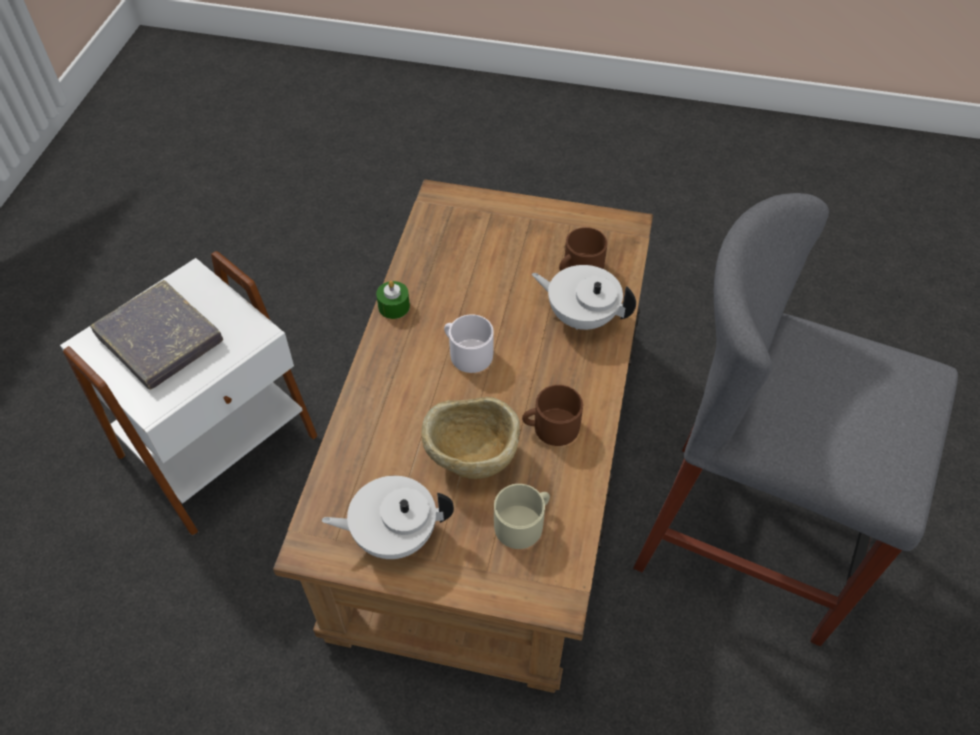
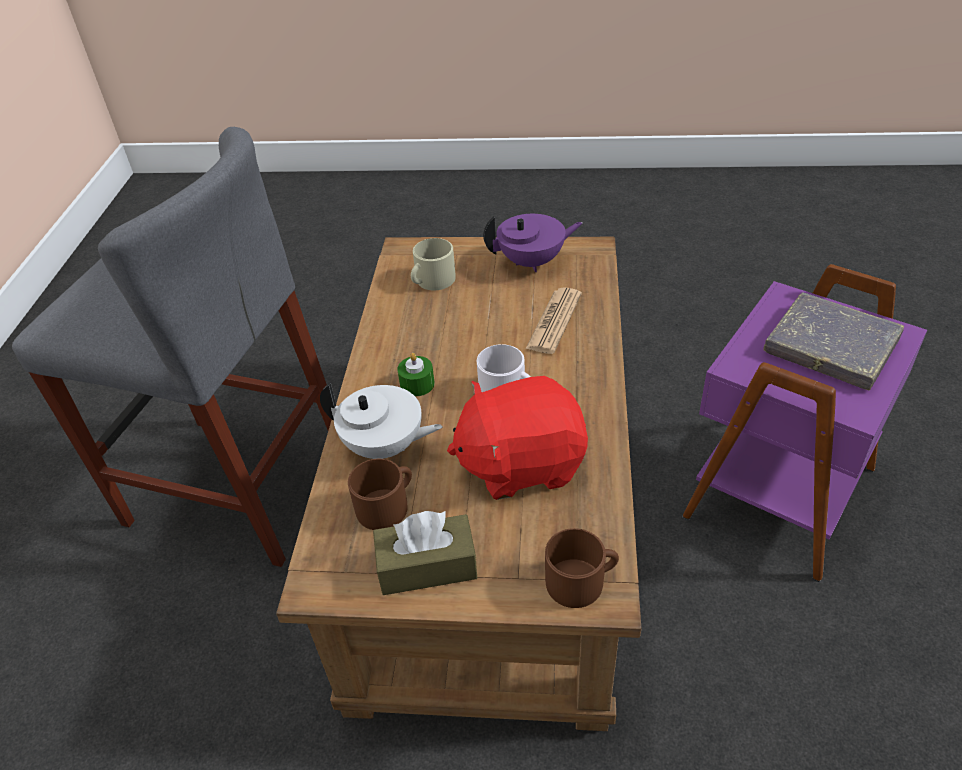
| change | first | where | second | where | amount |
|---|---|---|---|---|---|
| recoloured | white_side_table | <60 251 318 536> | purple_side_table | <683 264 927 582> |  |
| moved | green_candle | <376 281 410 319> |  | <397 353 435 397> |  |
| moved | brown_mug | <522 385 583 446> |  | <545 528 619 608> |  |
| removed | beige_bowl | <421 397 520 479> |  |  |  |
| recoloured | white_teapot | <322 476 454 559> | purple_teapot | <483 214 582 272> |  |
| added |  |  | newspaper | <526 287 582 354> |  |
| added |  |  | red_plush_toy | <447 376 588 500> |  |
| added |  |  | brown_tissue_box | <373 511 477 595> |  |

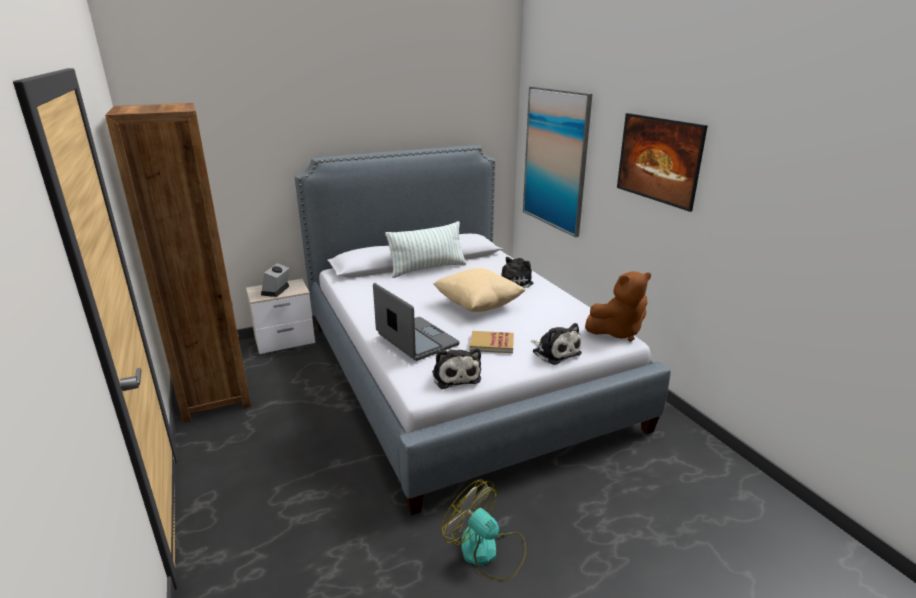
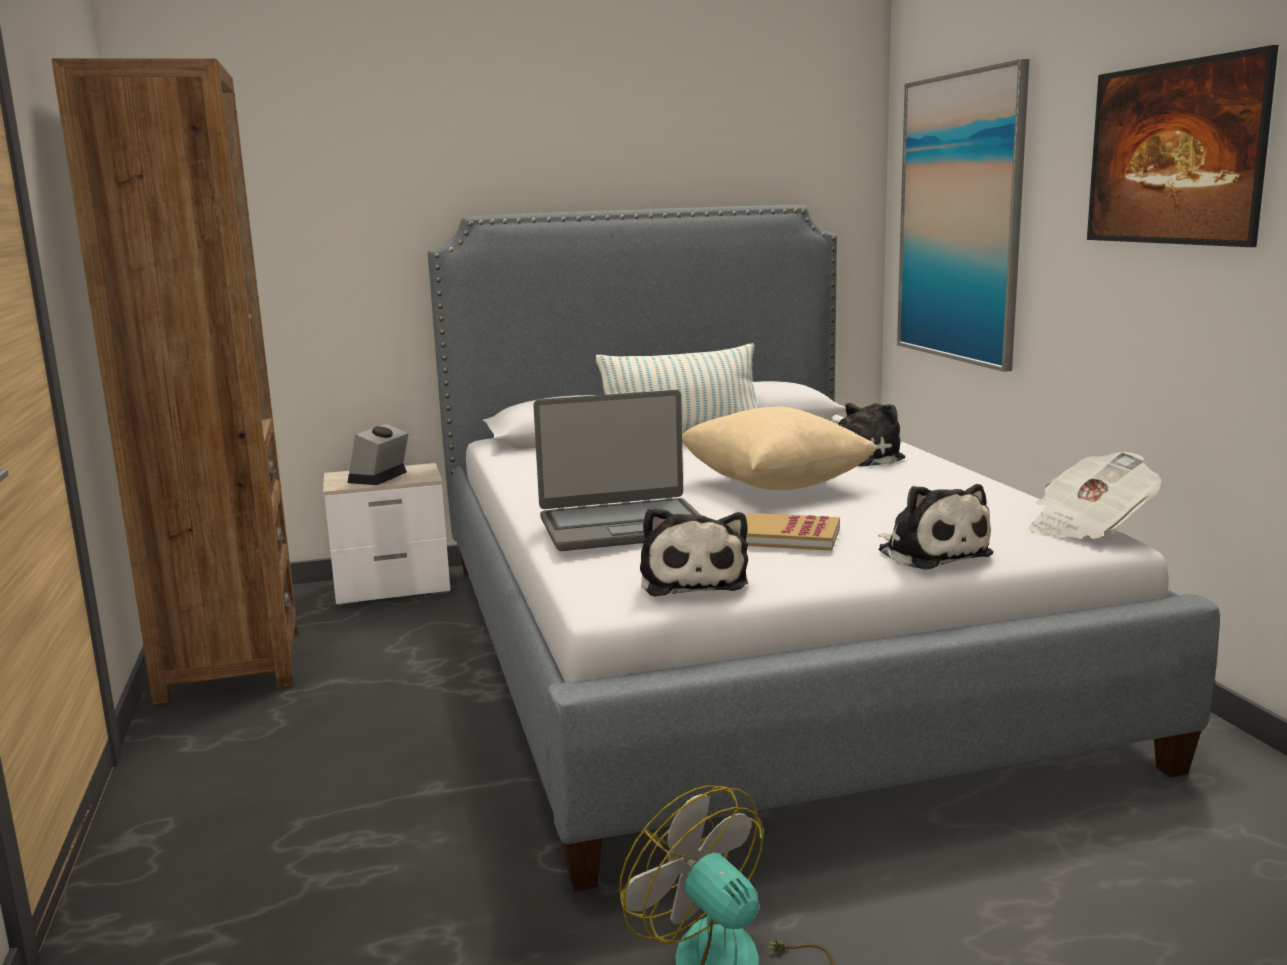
| change | first | where | second | where | amount |
|---|---|---|---|---|---|
| replaced | brown_plush_toy | <585 271 651 342> | newspaper | <1029 452 1161 539> |  |
| turned | laptop | <373 283 459 361> |  | <533 390 700 551> | 105 degrees clockwise |

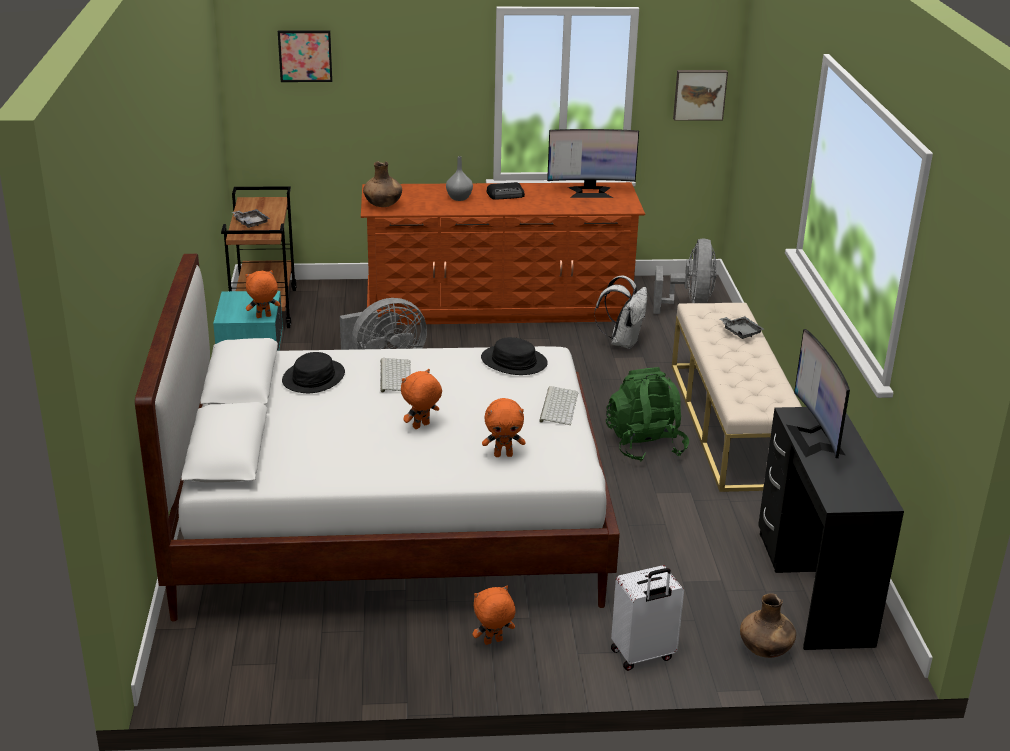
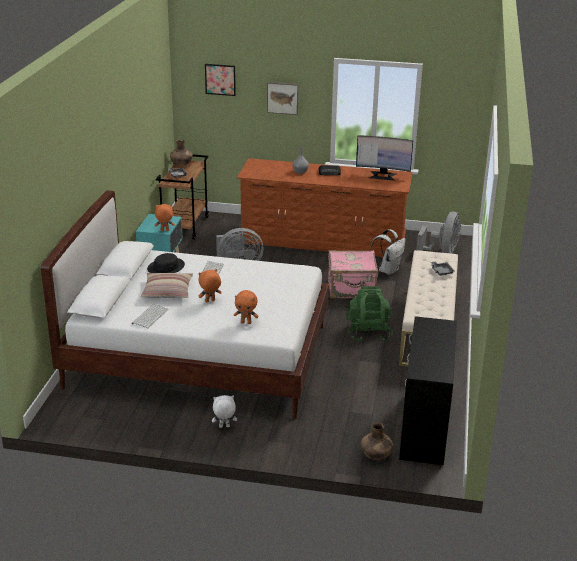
| change | first | where | second | where | amount |
|---|---|---|---|---|---|
| moved | picture | <673 70 728 121> |  | <267 82 299 115> |  |
| moved | brown_vase | <363 161 402 207> |  | <170 139 193 166> |  |
| removed | monitor | <786 329 850 458> |  |  |  |
| removed | black_hat | <481 337 548 375> |  |  |  |
| moved | keyboard | <539 386 578 425> |  | <132 304 169 328> |  |
| removed | white_suitcase | <611 565 684 671> |  |  |  |
| recoloured | orange_plush_toy | <473 585 516 645> | white_plush_toy | <212 395 237 428> |  |
| added |  |  | pink_suitcase | <328 250 378 298> |  |
| added |  |  | pillow | <141 273 193 298> |  |

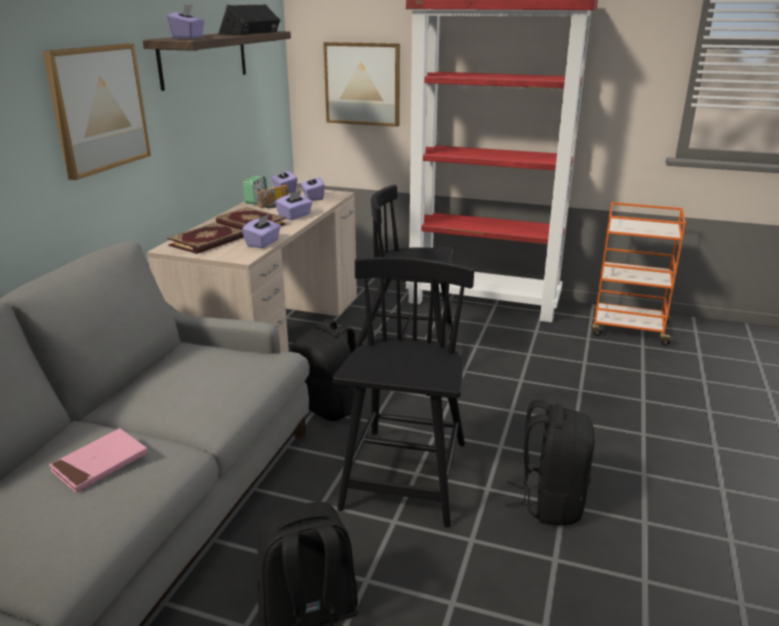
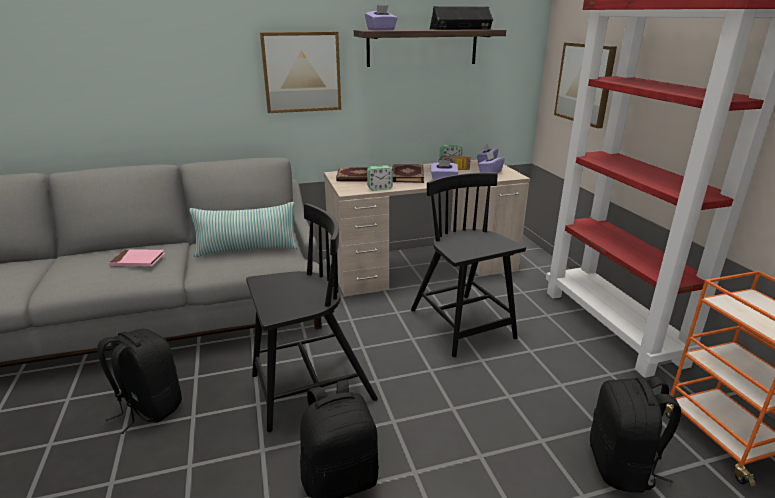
| change | first | where | second | where | amount |
|---|---|---|---|---|---|
| replaced | purple_tissue_box | <242 214 281 248> | alarm_clock | <367 165 393 190> |  |
| moved | black_backpack | <291 319 356 421> |  | <590 377 681 493> |  |
| added |  |  | pillow | <189 202 298 257> |  |

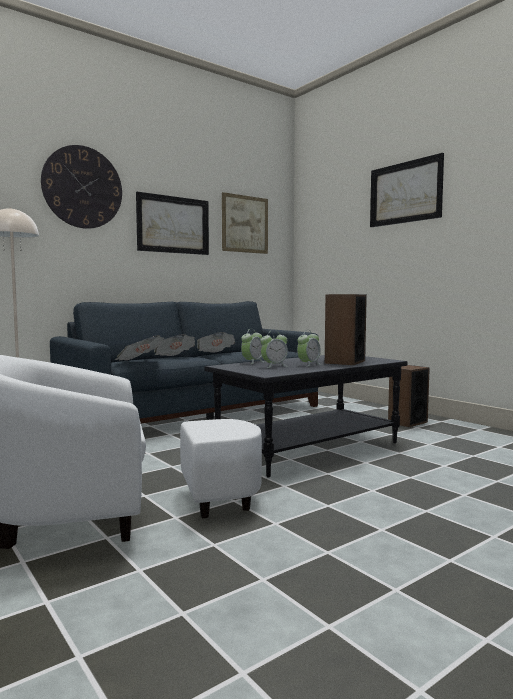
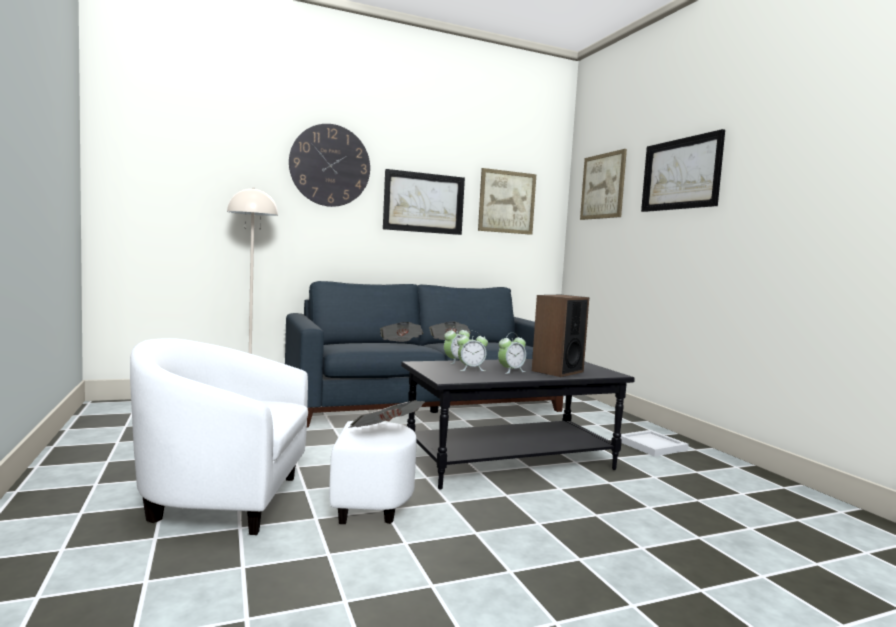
| change | first | where | second | where | amount |
|---|---|---|---|---|---|
| moved | newspaper | <115 335 164 360> |  | <349 400 425 428> |  |
| replaced | speaker | <388 365 430 427> | white_tray | <620 430 689 457> |  |
| added |  |  | picture | <580 149 627 220> |  |

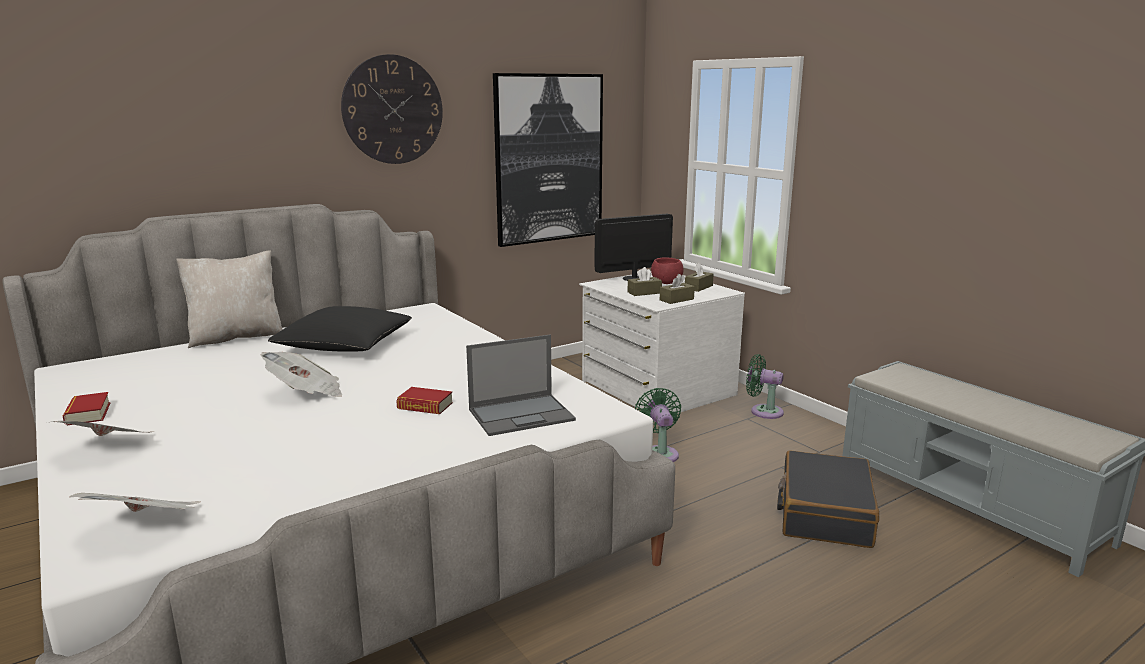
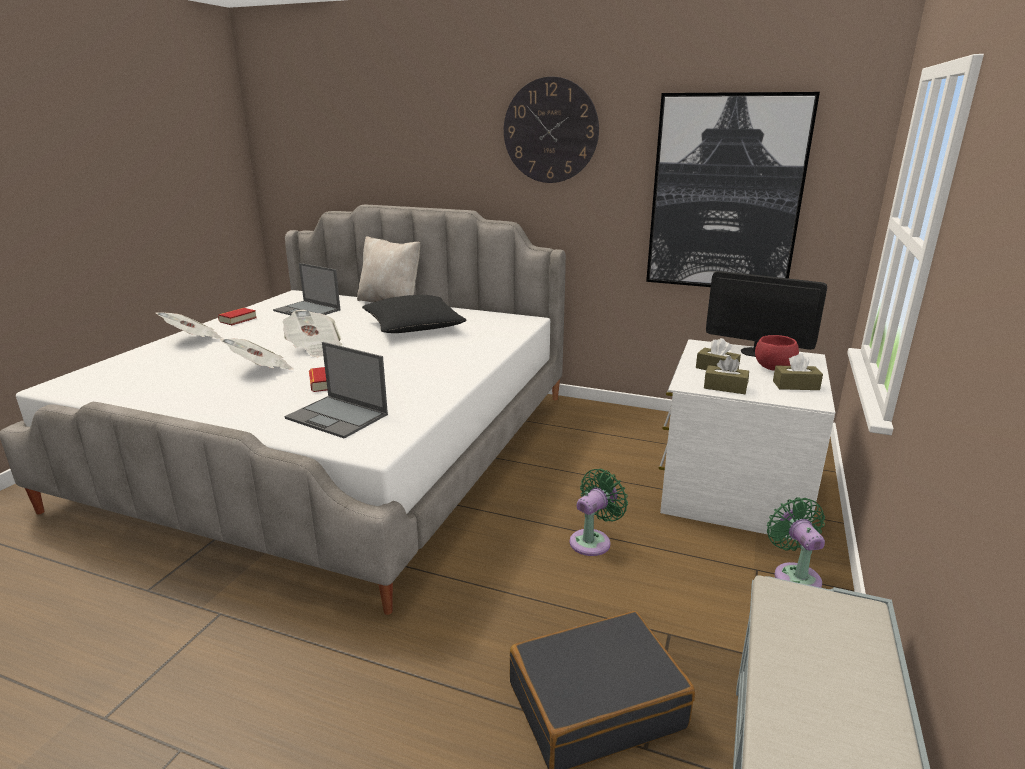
| change | first | where | second | where | amount |
|---|---|---|---|---|---|
| moved | newspaper | <70 493 201 512> |  | <220 338 293 369> |  |
| added |  |  | laptop | <273 263 341 315> |  |

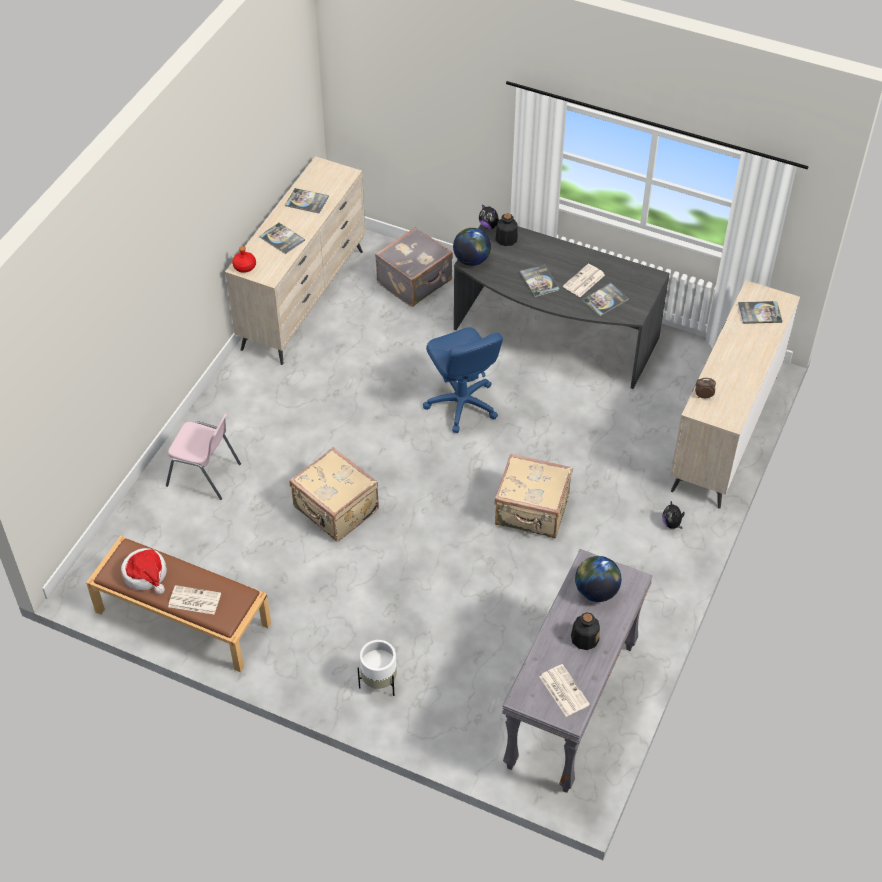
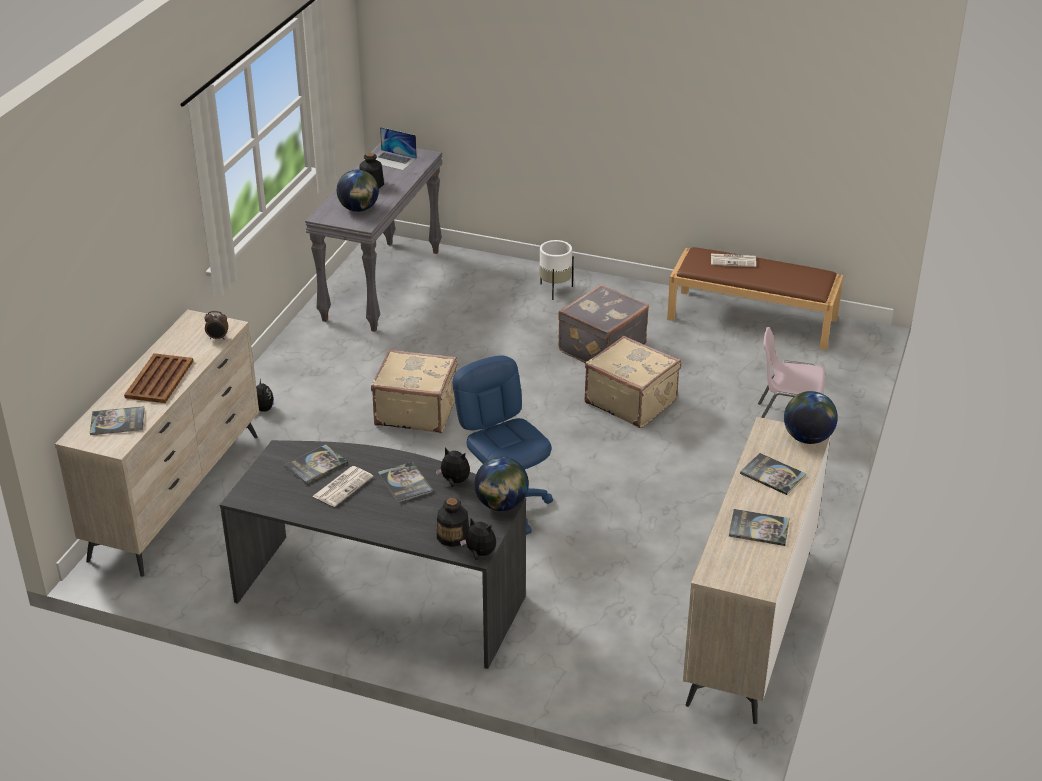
| change | first | where | second | where | amount |
|---|---|---|---|---|---|
| moved | grey_suitcase | <375 226 453 307> |  | <558 284 649 363> |  |
| replaced | red_bottle | <232 246 256 273> | globe | <784 391 838 444> |  |
| removed | hat | <121 548 167 594> |  |  |  |
| replaced | newspaper | <539 664 590 717> | laptop | <376 127 417 170> |  |
| added |  |  | brown_tray | <124 353 193 403> |  |
| added |  |  | plush_toy | <436 448 470 487> |  |

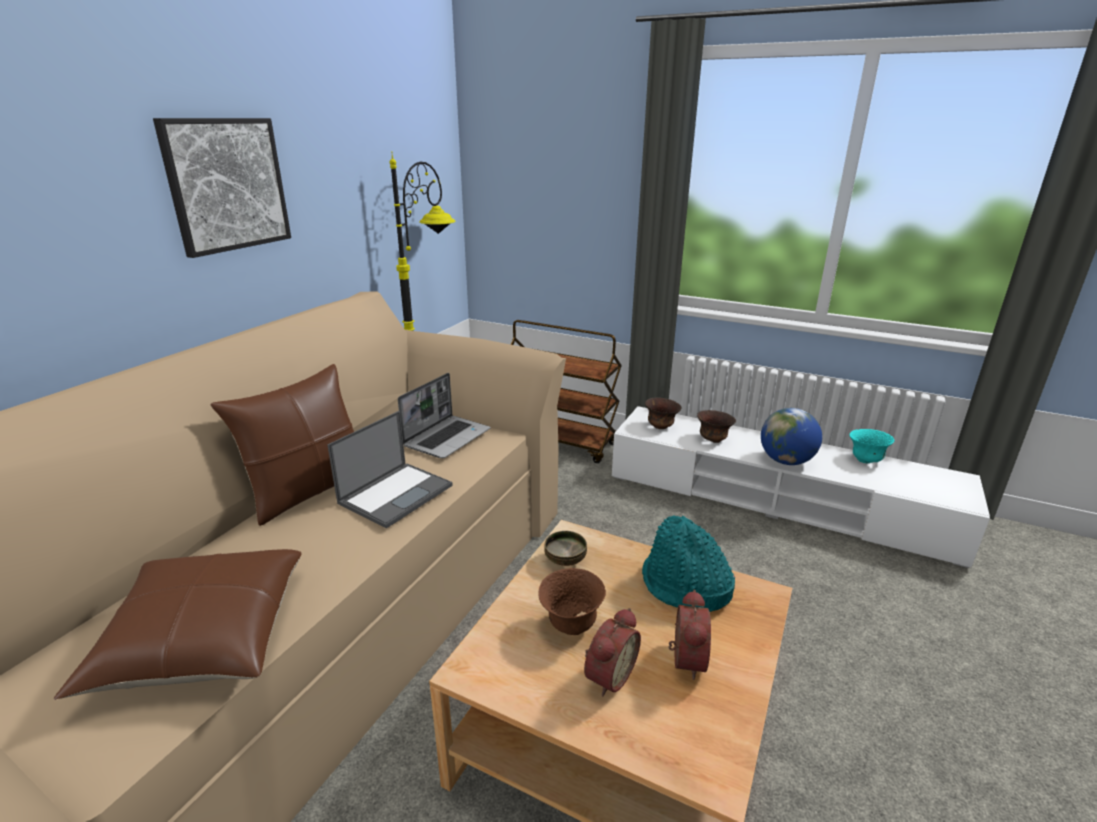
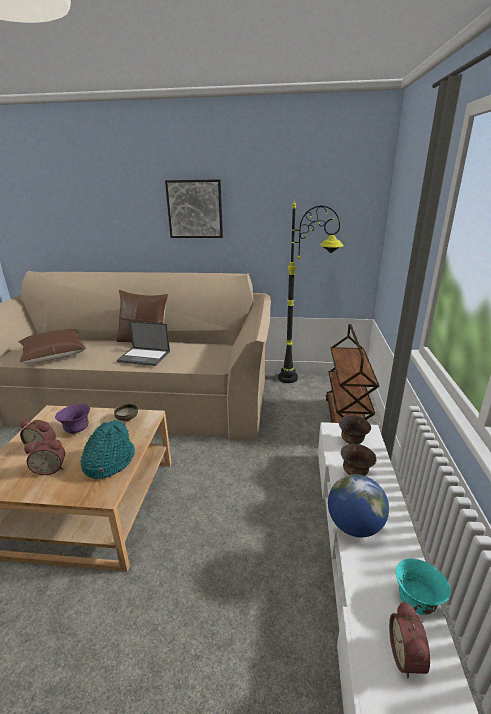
| change | first | where | second | where | amount |
|---|---|---|---|---|---|
| removed | laptop | <398 373 490 458> |  |  |  |
| recoloured | brown_bowl | <538 568 606 635> | purple_bowl | <55 404 90 434> |  |
| added |  |  | alarm_clock | <389 601 430 678> |  |

